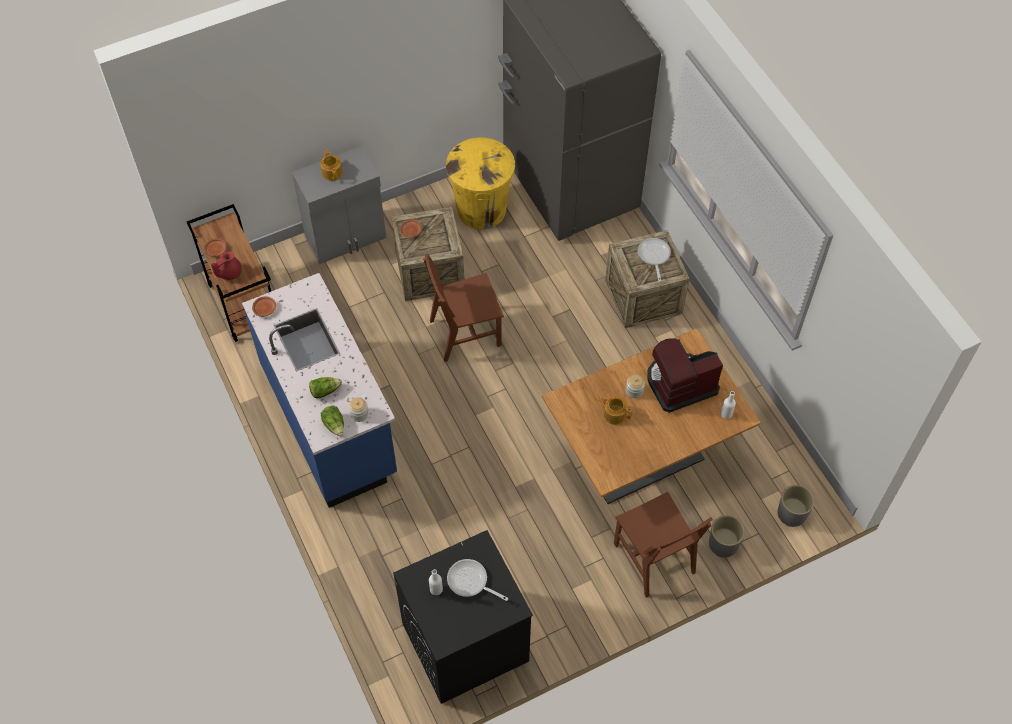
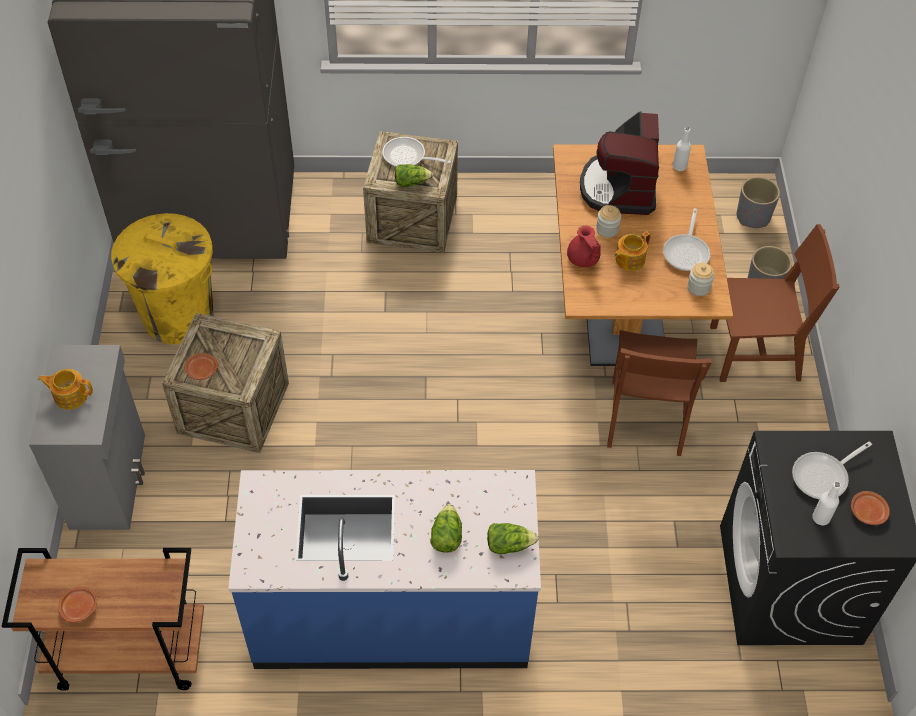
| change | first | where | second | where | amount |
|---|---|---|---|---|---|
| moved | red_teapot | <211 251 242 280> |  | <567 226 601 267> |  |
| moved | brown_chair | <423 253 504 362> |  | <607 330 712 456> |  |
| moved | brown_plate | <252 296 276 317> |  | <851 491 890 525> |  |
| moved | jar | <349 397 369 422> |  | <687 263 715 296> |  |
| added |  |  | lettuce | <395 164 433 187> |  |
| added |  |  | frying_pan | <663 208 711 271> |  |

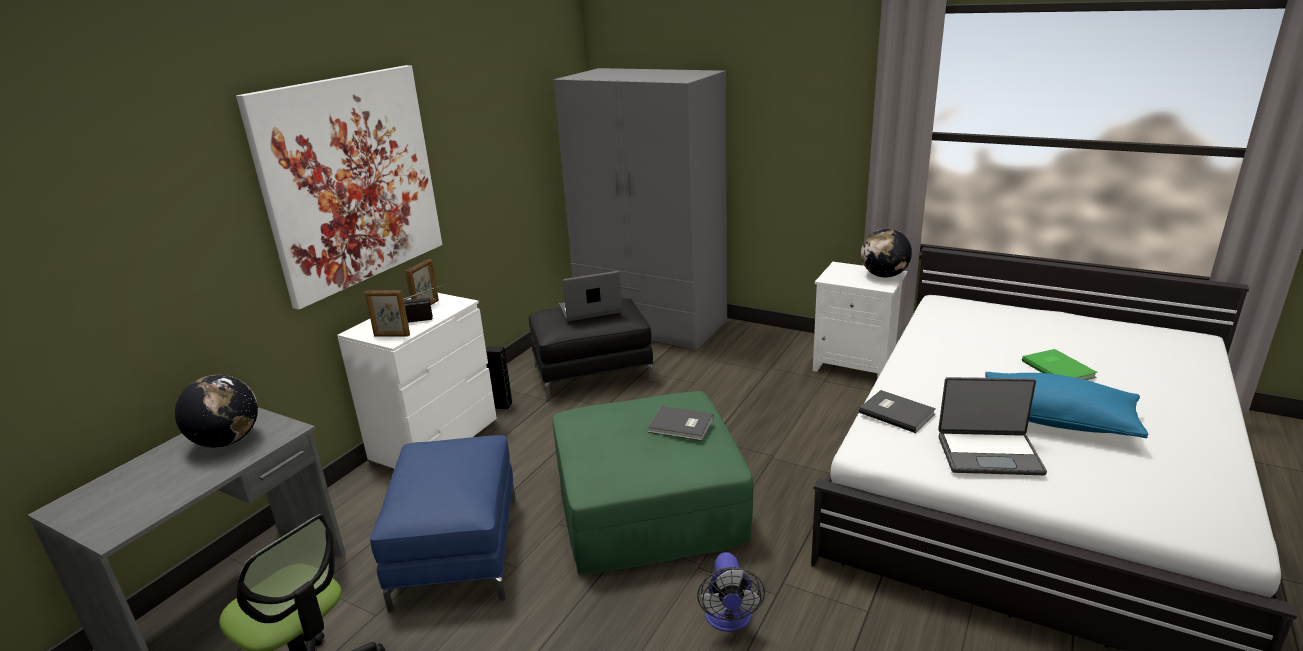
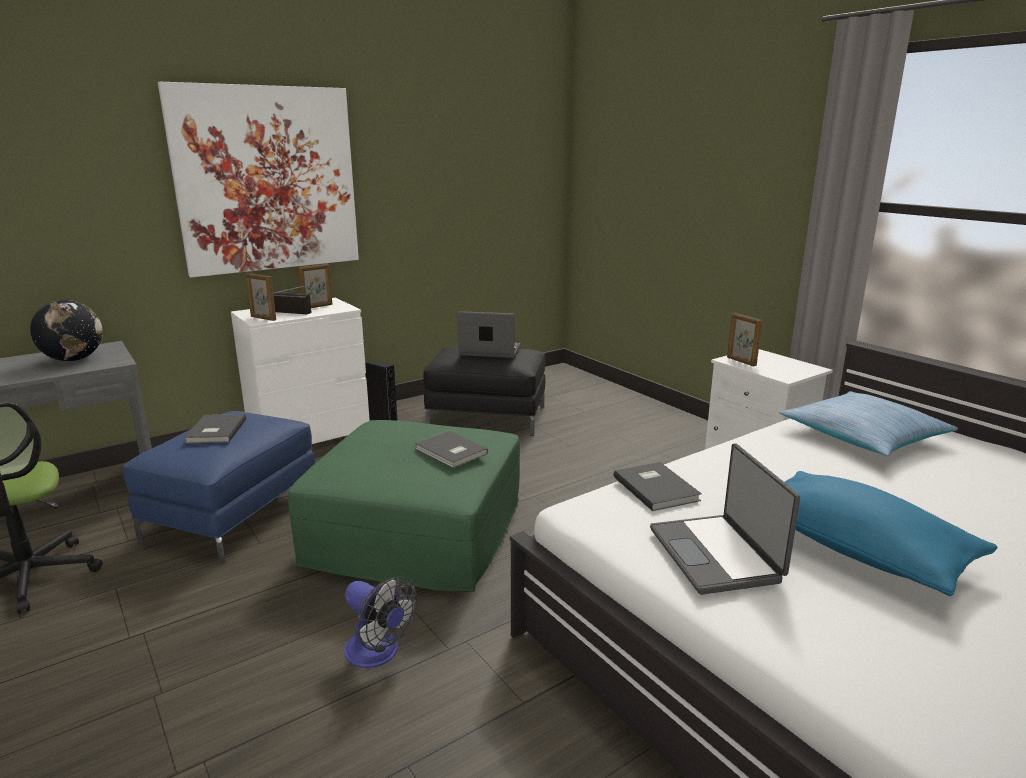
| change | first | where | second | where | amount |
|---|---|---|---|---|---|
| removed | grey_wardrobe | <554 68 727 350> |  |  |  |
| removed | globe | <861 229 912 278> |  |  |  |
| removed | green_book | <1022 349 1098 380> |  |  |  |
| turned | laptop | <938 377 1047 475> |  | <650 443 800 595> | 45 degrees clockwise |
| turned | fan | <697 552 765 632> |  | <344 577 417 668> | 75 degrees counterclockwise |
| added |  |  | picture_frame | <727 313 762 367> |  |
| added |  |  | pillow | <779 391 958 456> |  |
| added |  |  | grey_book | <184 414 246 444> |  |

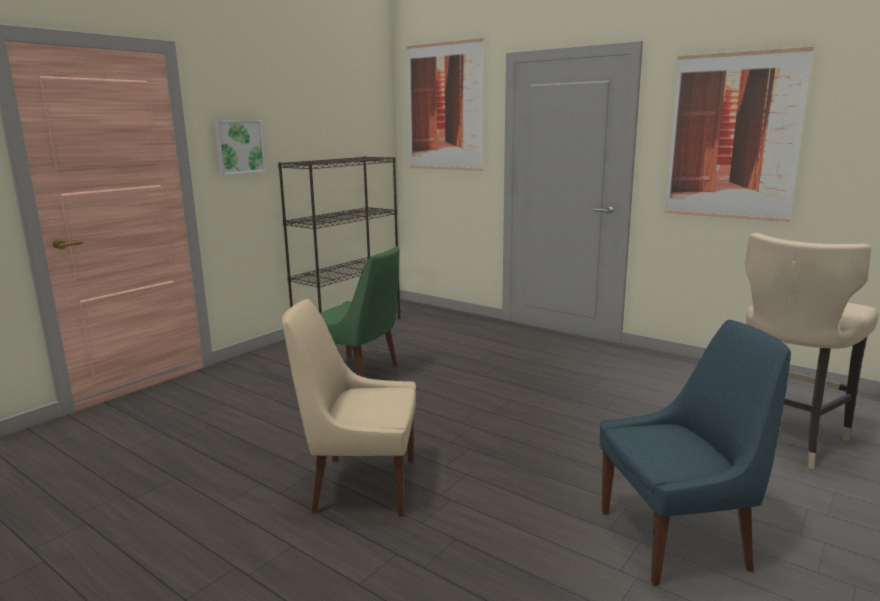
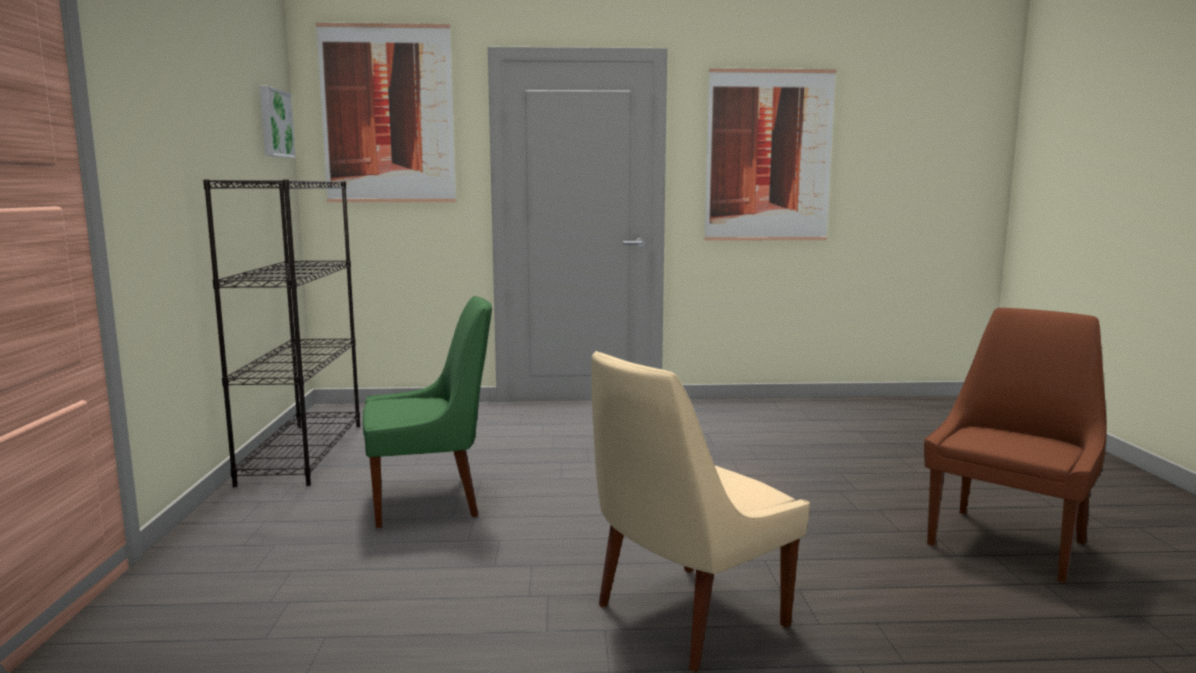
| change | first | where | second | where | amount |
|---|---|---|---|---|---|
| moved | picture | <214 121 266 175> |  | <260 86 296 158> |  |
| removed | beige_stool | <745 233 878 469> |  |  |  |
| recoloured | blue_chair | <600 320 791 586> | brown_chair | <924 308 1107 583> |  |

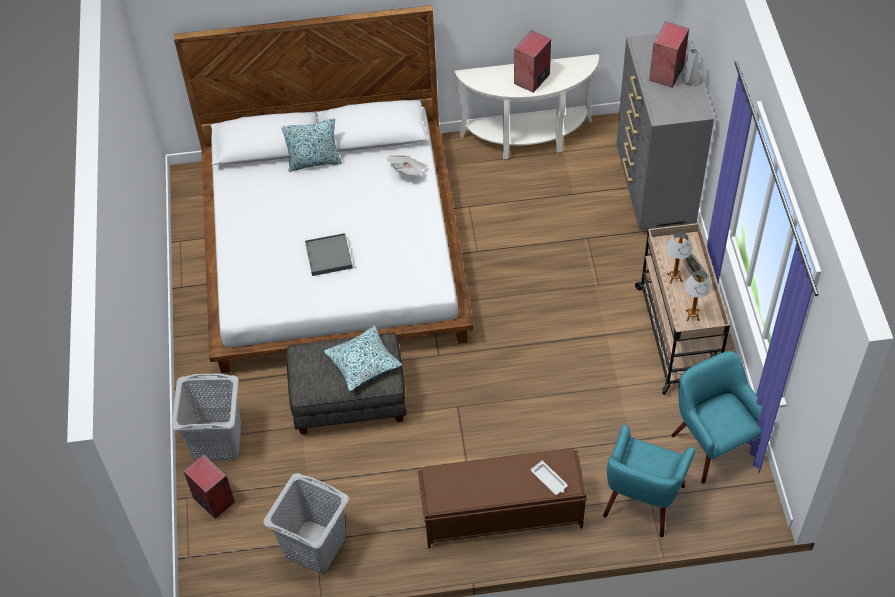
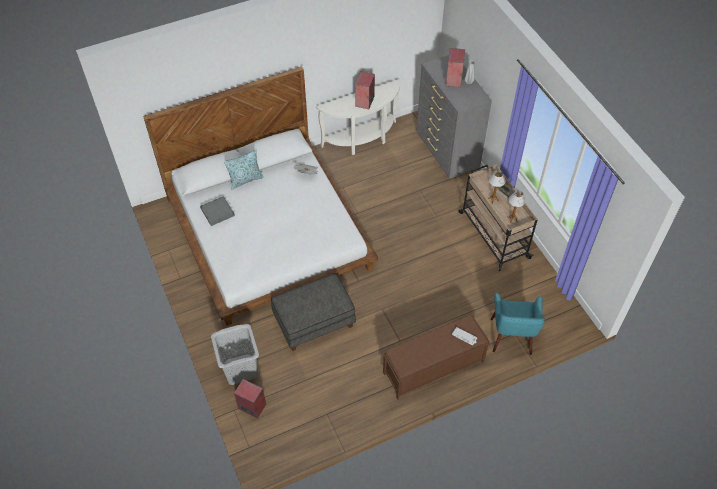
| change | first | where | second | where | amount |
|---|---|---|---|---|---|
| moved | grey_tray | <305 233 353 276> |  | <200 196 235 226> |  |
| removed | pillow | <324 325 402 392> |  |  |  |
| removed | turquoise_armchair | <671 351 762 484> |  |  |  |
| removed | grey_laundry_basket | <263 473 349 573> |  |  |  |

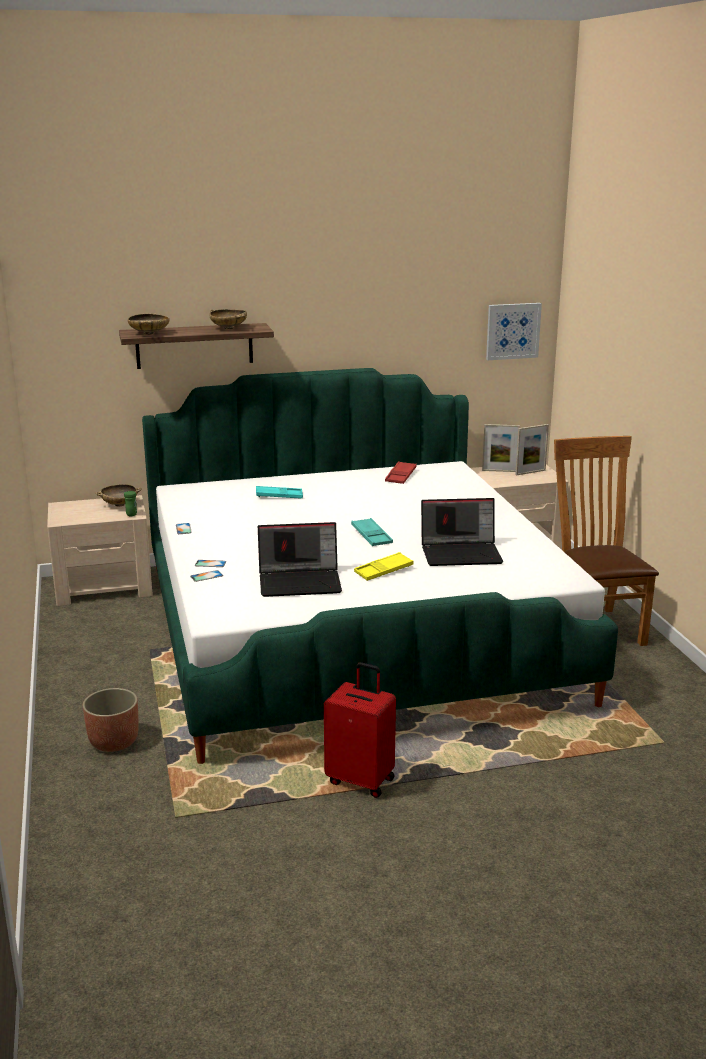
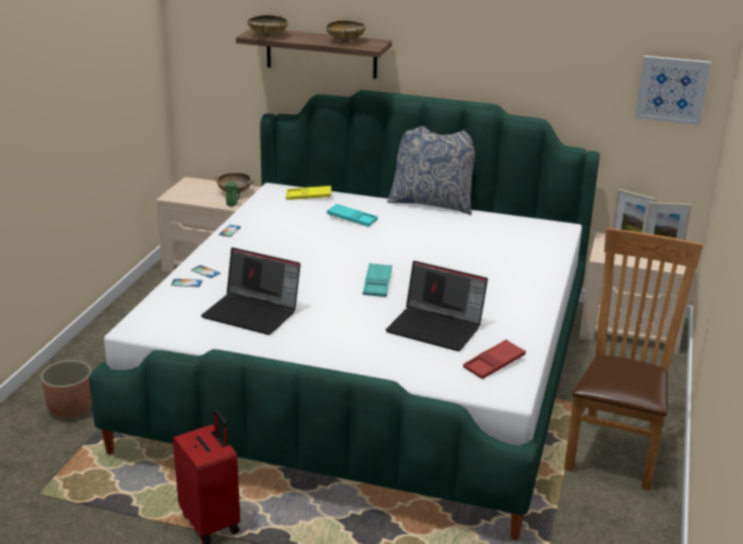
| change | first | where | second | where | amount |
|---|---|---|---|---|---|
| moved | red_tray | <385 461 417 484> |  | <463 339 526 379> |  |
| moved | yellow_tray | <354 552 413 581> |  | <286 186 331 200> |  |
| added |  |  | pillow | <387 126 475 215> |  |

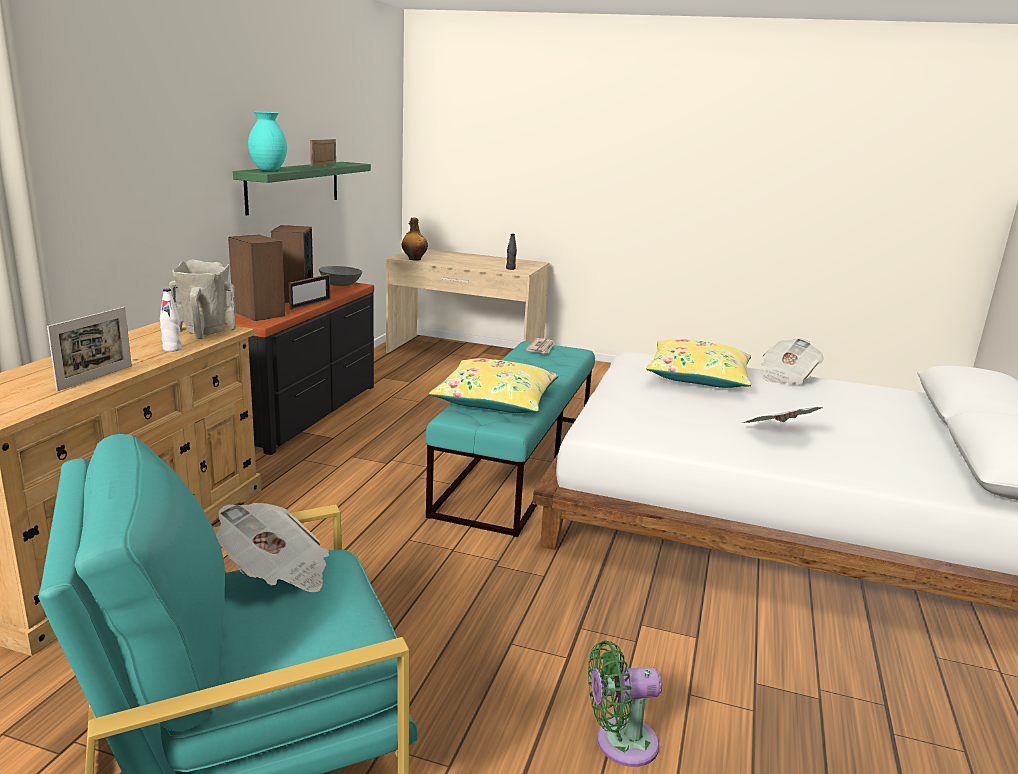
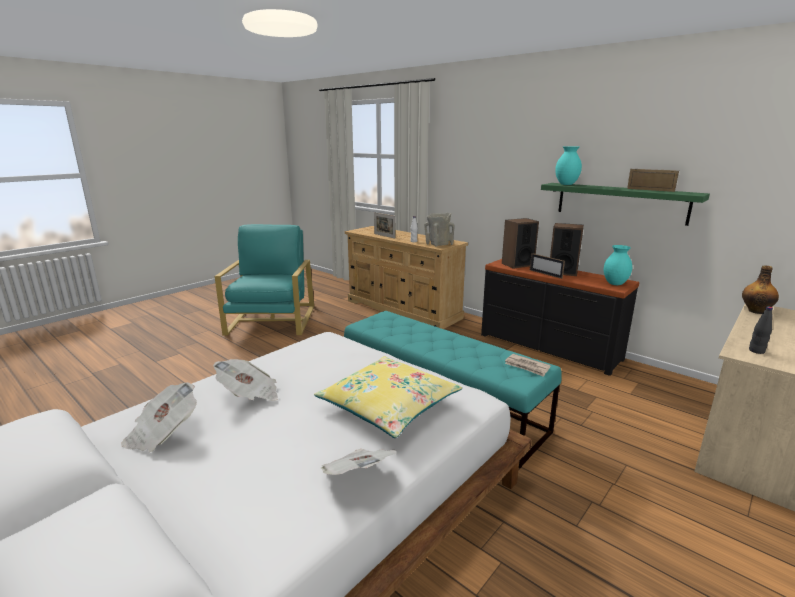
| change | first | where | second | where | amount |
|---|---|---|---|---|---|
| replaced | grey_bowl | <319 266 362 286> | turquoise_vase | <604 245 632 285> |  |
| removed | yellow_pillow | <429 358 559 413> |  |  |  |
| moved | newspaper | <216 503 329 592> |  | <121 382 197 452> |  |
| removed | green_fan | <588 640 662 767> |  |  |  |

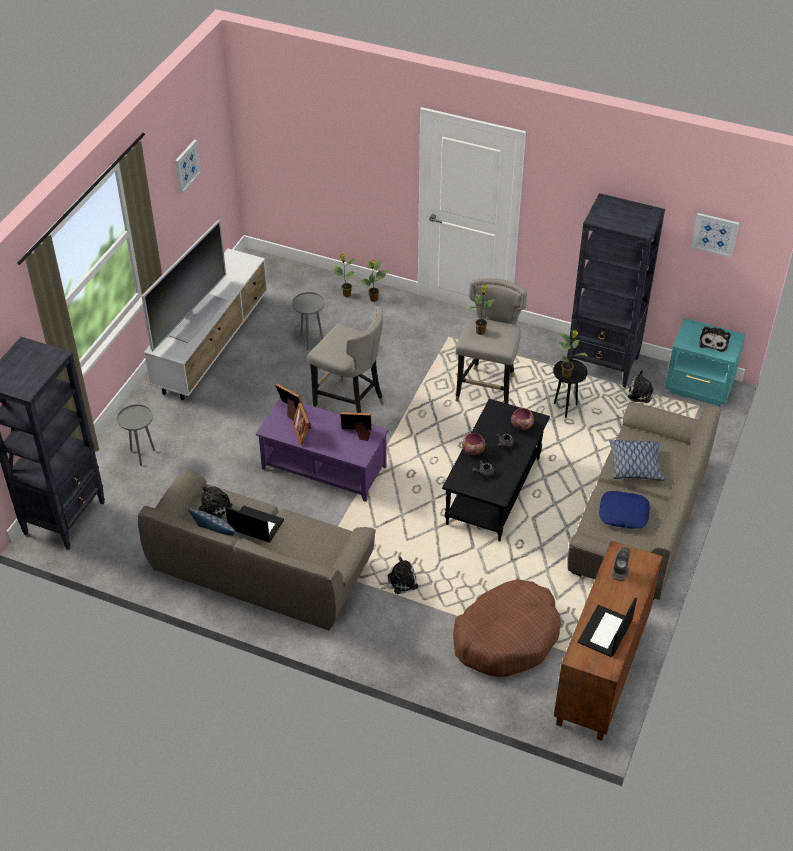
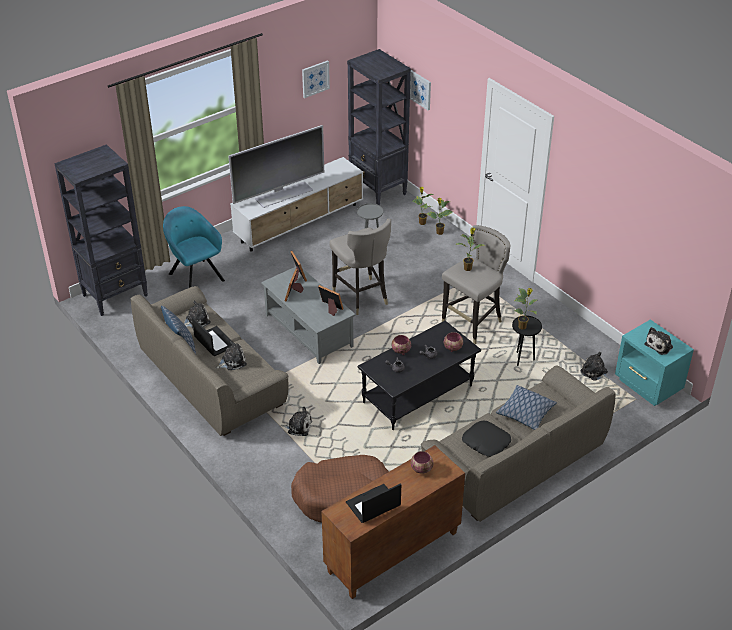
| change | first | where | second | where | amount |
|---|---|---|---|---|---|
| moved | black_bookcase | <567 193 665 388> |  | <347 49 411 206> |  |
| moved | picture | <691 213 739 258> |  | <410 70 431 110> |  |
| recoloured | purple_coffee_table | <256 398 389 502> | grey_coffee_table | <261 267 355 364> |  |
| replaced | grey_side_table | <117 404 155 466> | turquoise_armchair | <163 206 225 288> |  |
| recoloured | blue_pillow | <599 491 650 528> | black_pillow | <462 421 511 457> |  |
| replaced | grey_speaker | <612 547 630 581> | bowl | <411 451 434 474> |  |
| added |  |  | plush_toy | <216 341 247 370> |  |

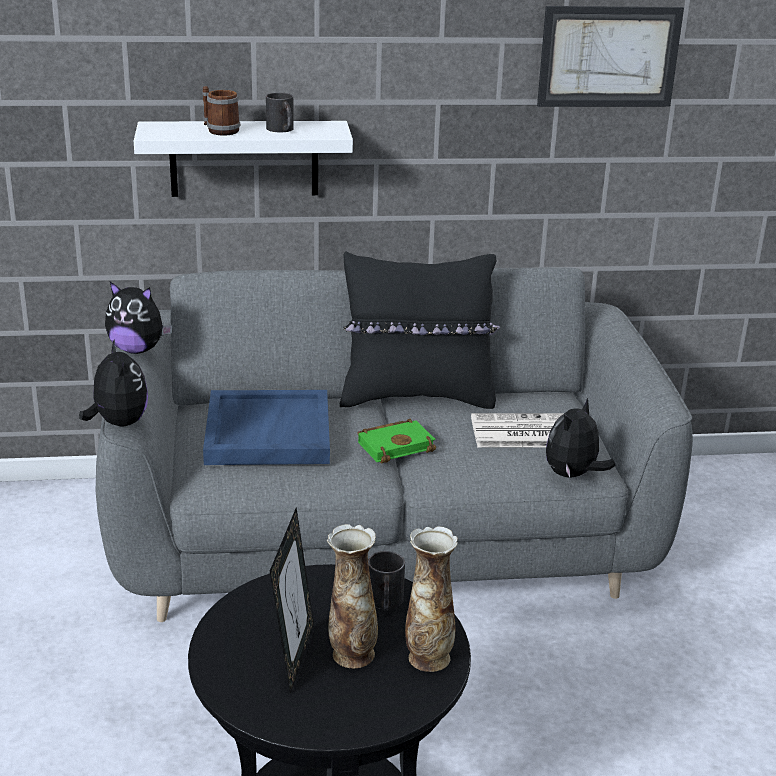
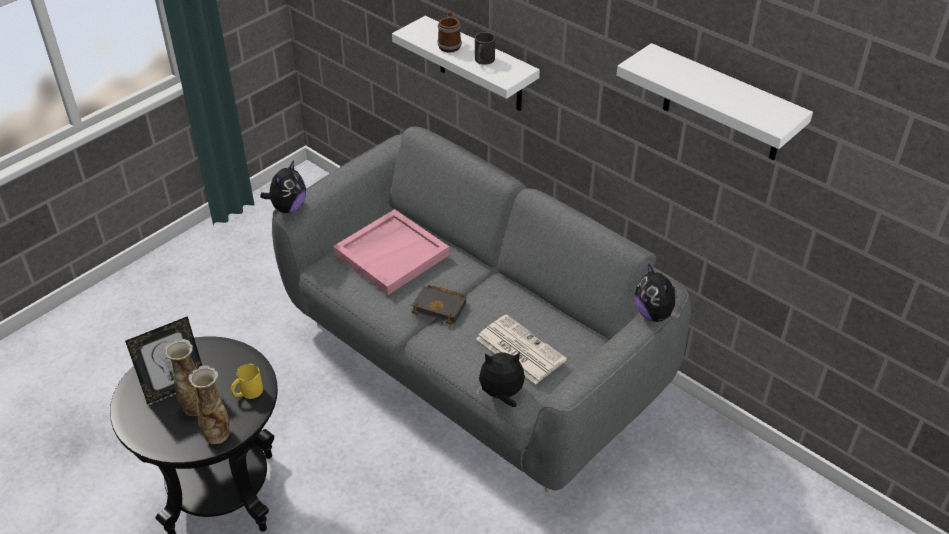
| change | first | where | second | where | amount |
|---|---|---|---|---|---|
| replaced | picture | <537 6 684 107> | white_shelf | <617 43 813 160> |  |
| removed | black_pillow | <340 252 500 409> |  |  |  |
| moved | plush_toy | <105 282 173 354> |  | <635 263 681 322> |  |
| recoloured | blue_tray | <203 390 330 465> | pink_tray | <333 209 450 295> |  |
| recoloured | green_book | <357 419 436 464> | black_book | <412 285 467 324> |  |
| recoloured | black_mug | <368 551 405 611> | yellow_mug | <231 364 263 399> |  |

